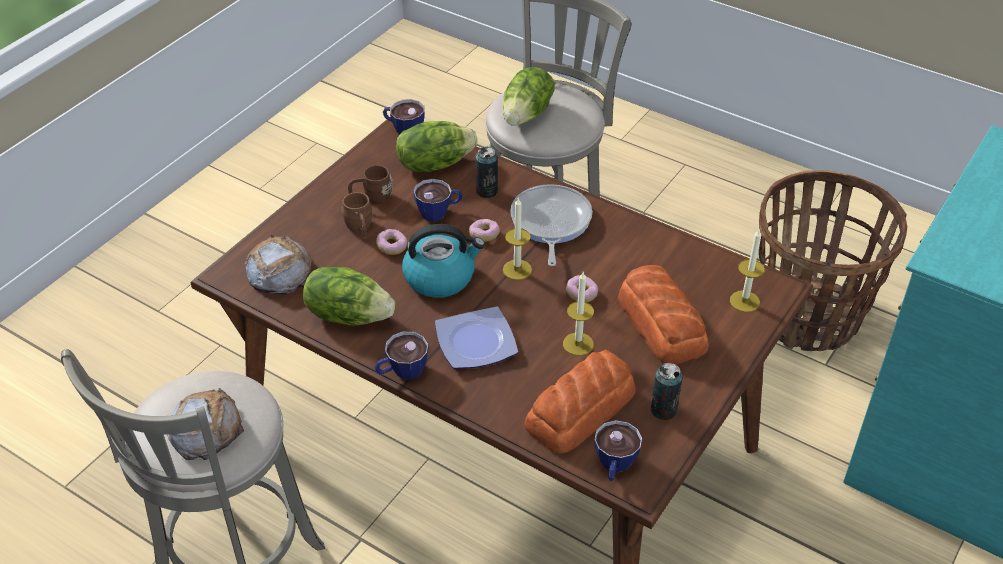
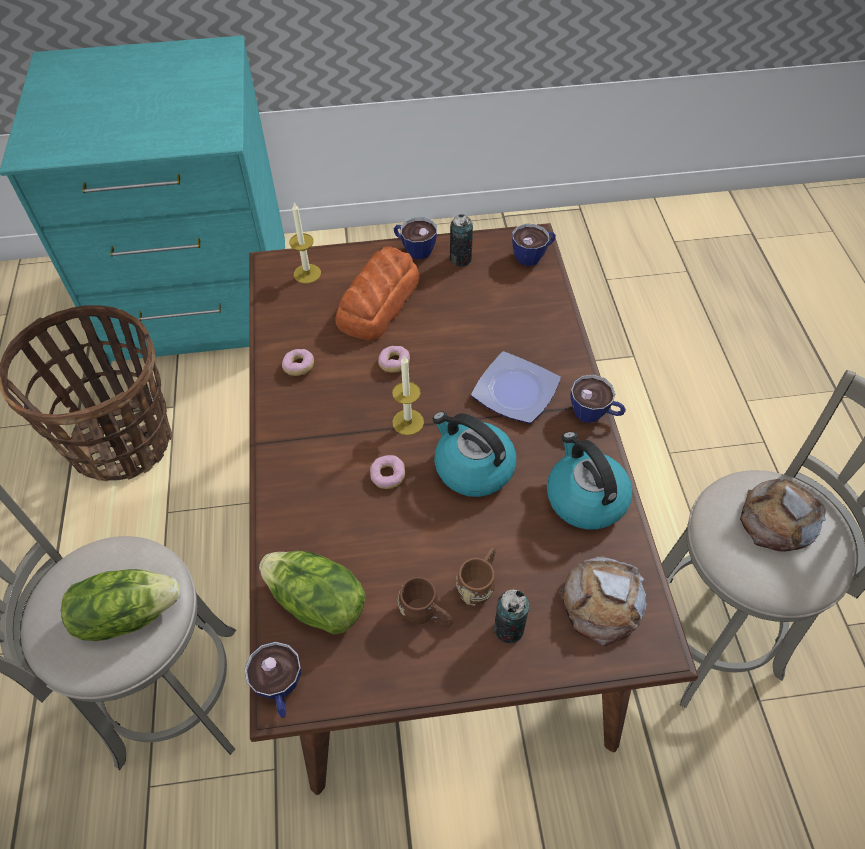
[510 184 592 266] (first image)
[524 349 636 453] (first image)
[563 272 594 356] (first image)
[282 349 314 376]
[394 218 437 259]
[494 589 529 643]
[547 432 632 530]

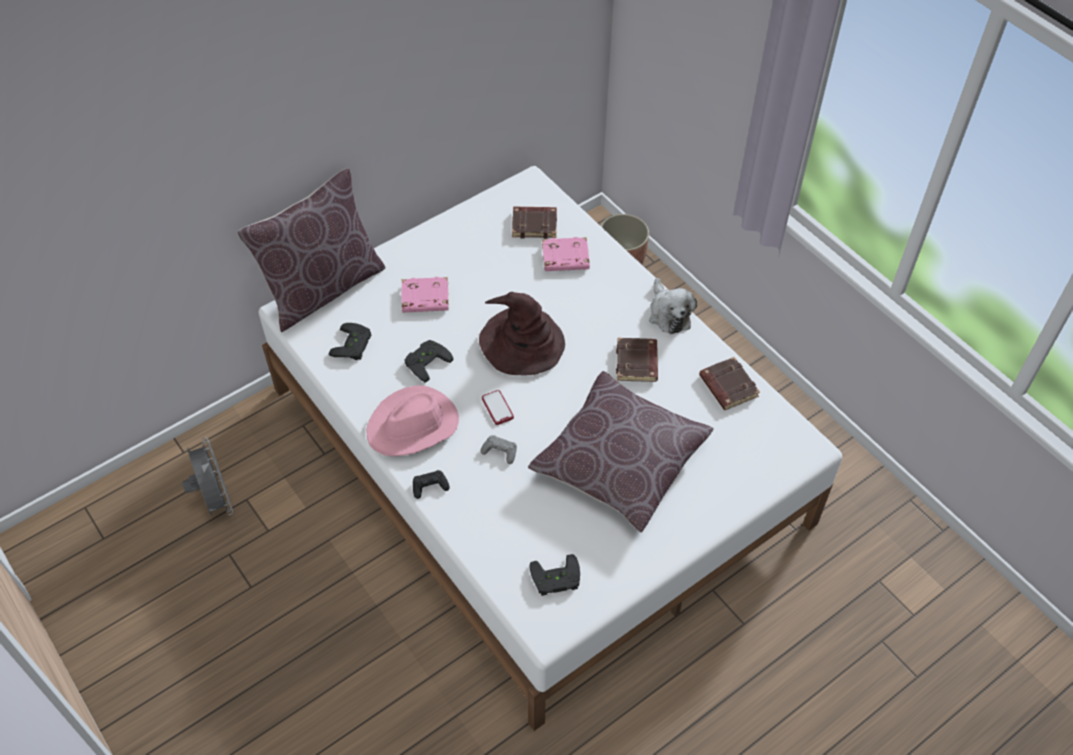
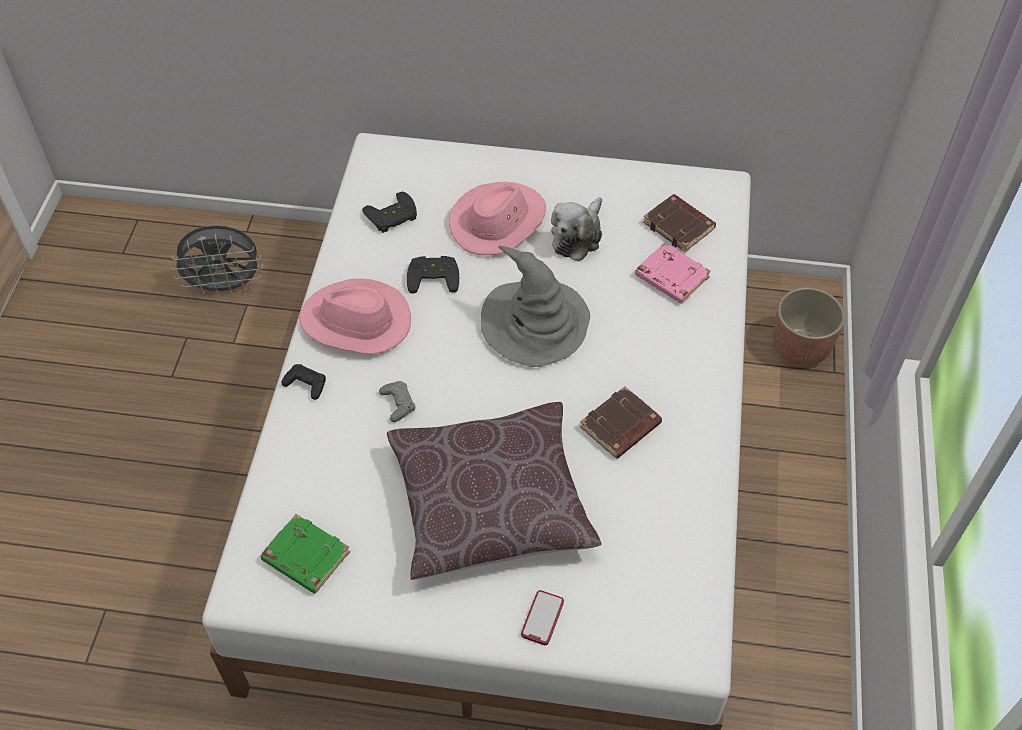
[237 168 385 332] (first image)
[699 357 760 410] (first image)
[521 590 564 645]
[551 197 602 261]
[449 182 546 255]
[260 514 350 594]
[481 246 590 367]
[171 225 263 298]

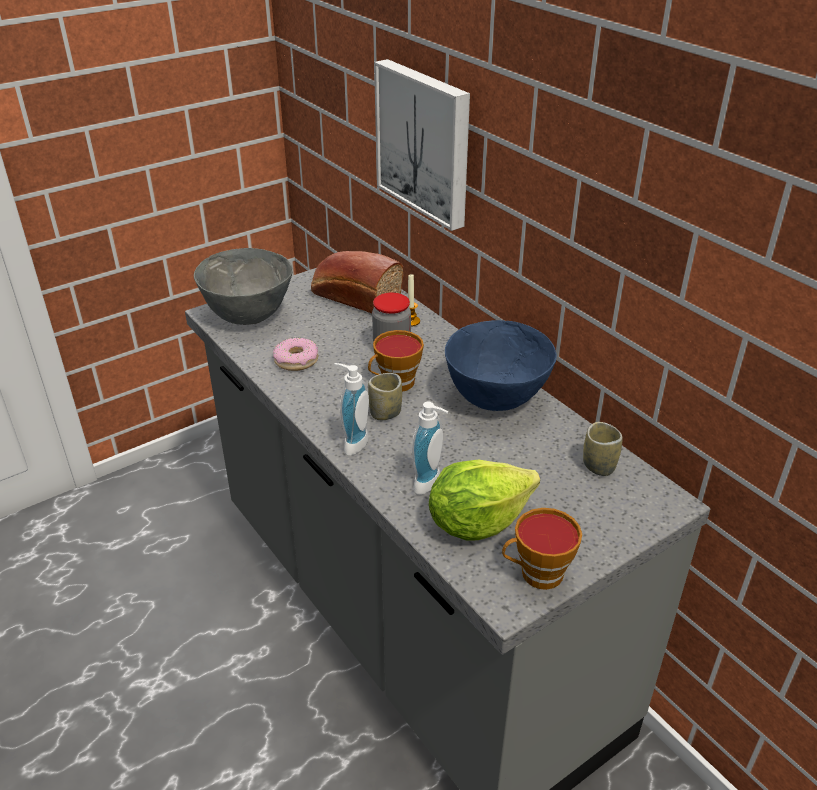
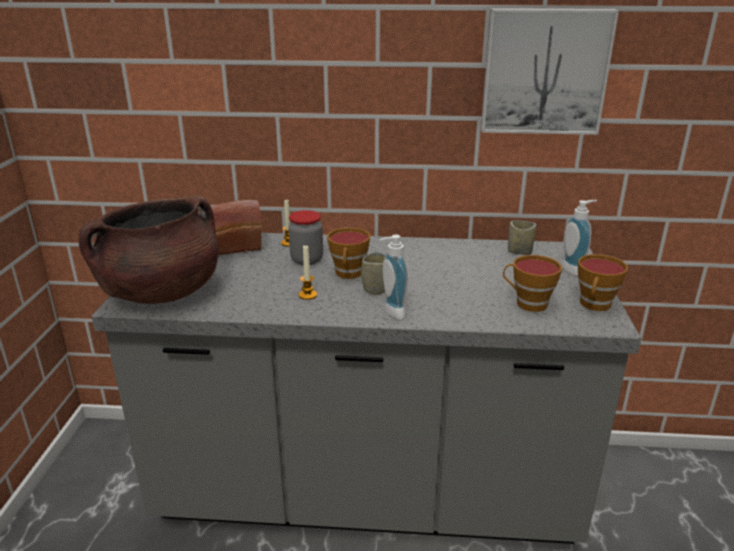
[273 338 318 371] (first image)
[445 320 557 411] (first image)
[299 245 317 300]
[481 8 619 135]
[561 200 597 276]
[78 196 219 304]
[503 255 562 312]

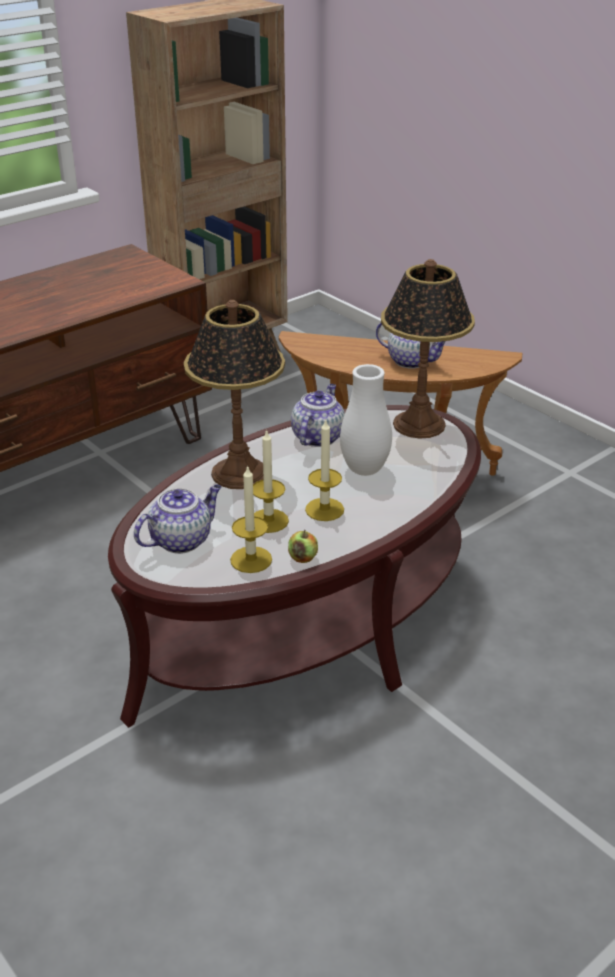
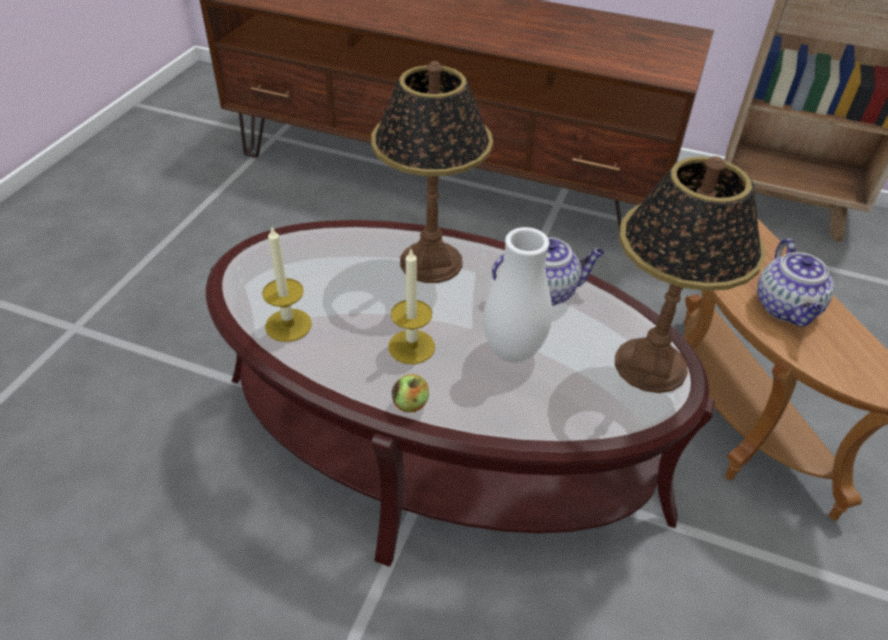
[134 485 221 554] (first image)
[253 429 289 533] (first image)
[392 374 429 412]

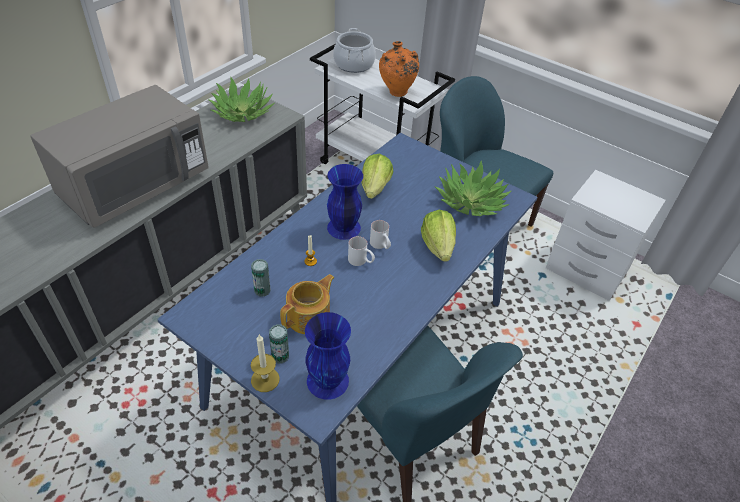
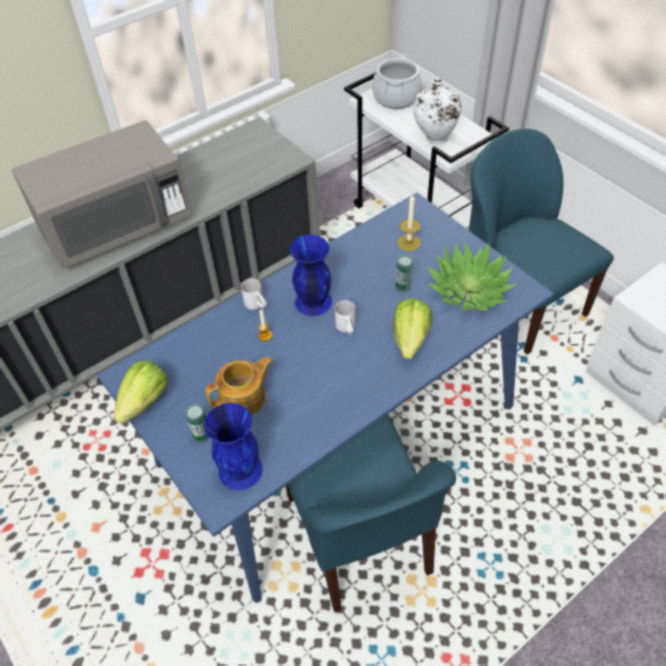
[208 77 275 122] (first image)
[396 255 413 292]
[397 194 421 251]
[241 278 267 310]
[113 360 168 424]
[413 79 462 144]

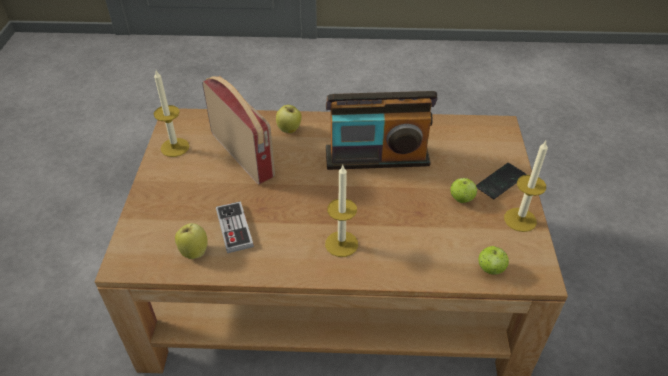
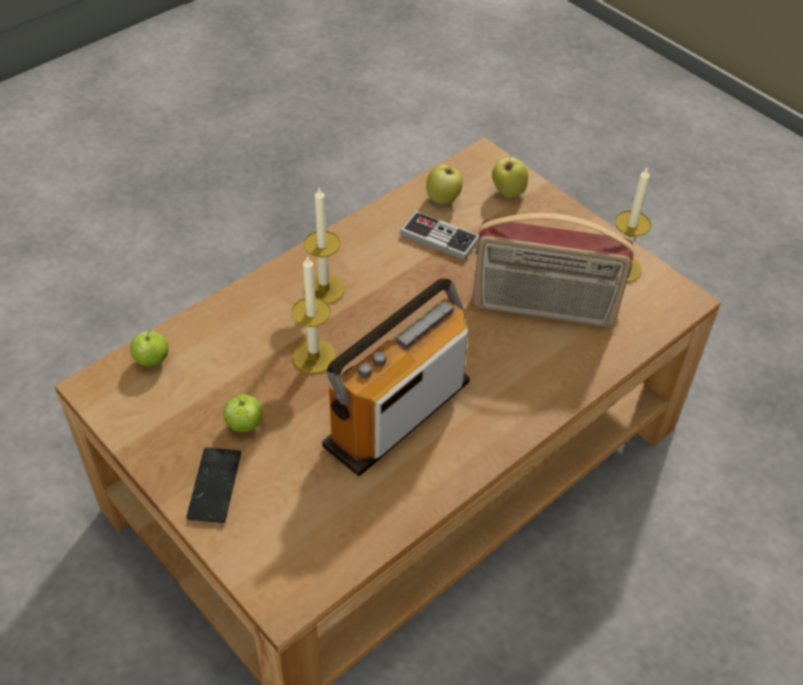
[492 155 528 198]
[292 255 336 374]

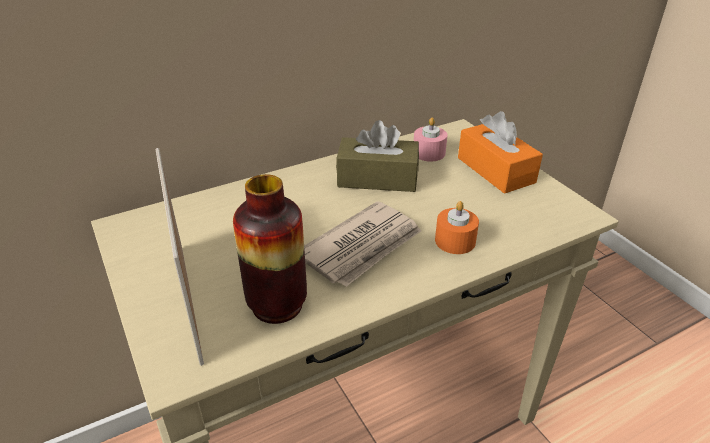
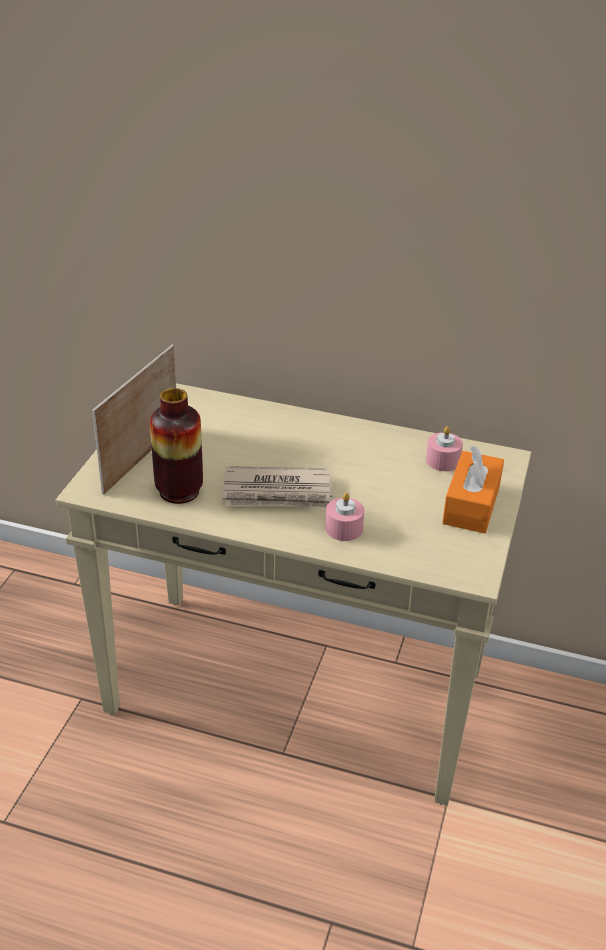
[336 120 419 192] (first image)
[325 492 364 541]

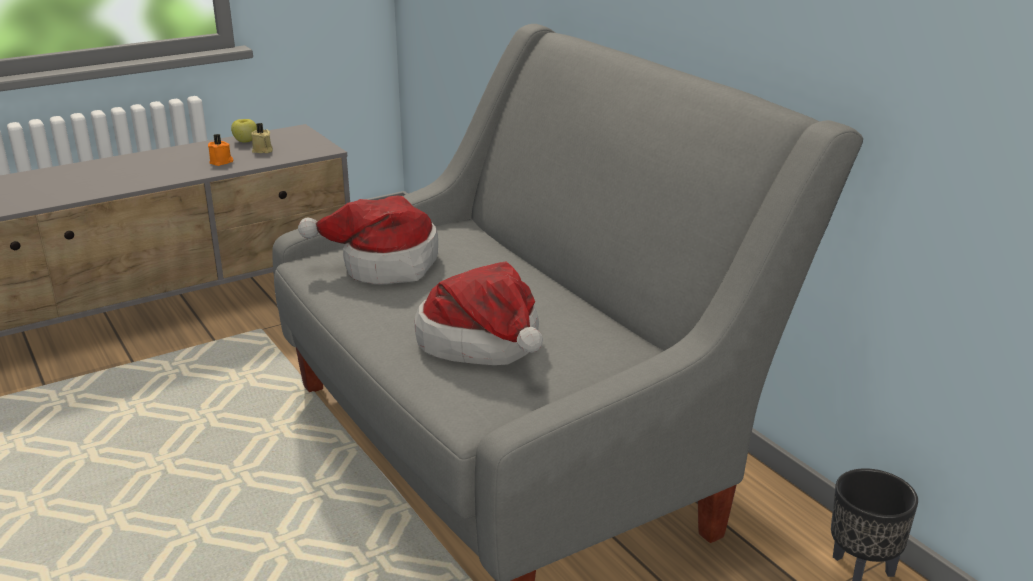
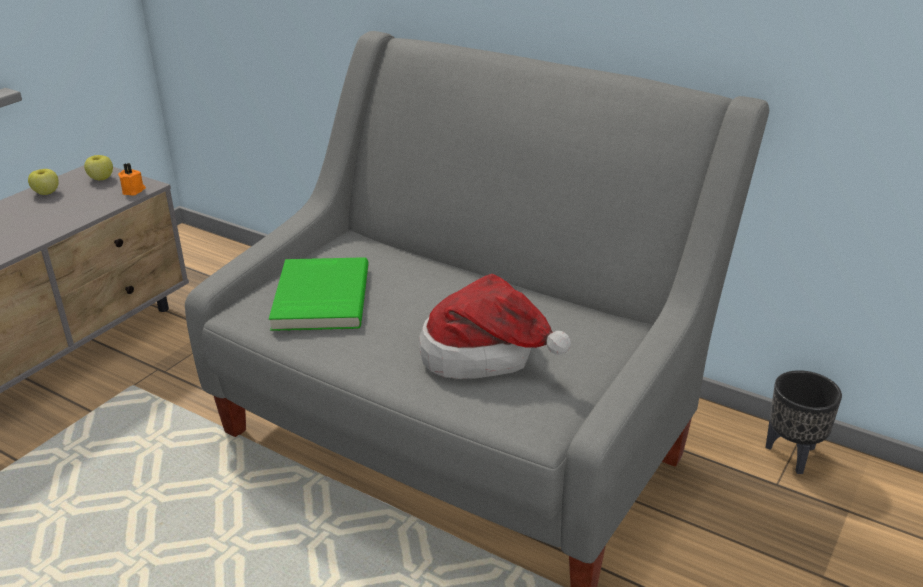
[251 123 273 153] (first image)
[84 155 113 180]
[118 163 146 195]
[269 257 369 331]

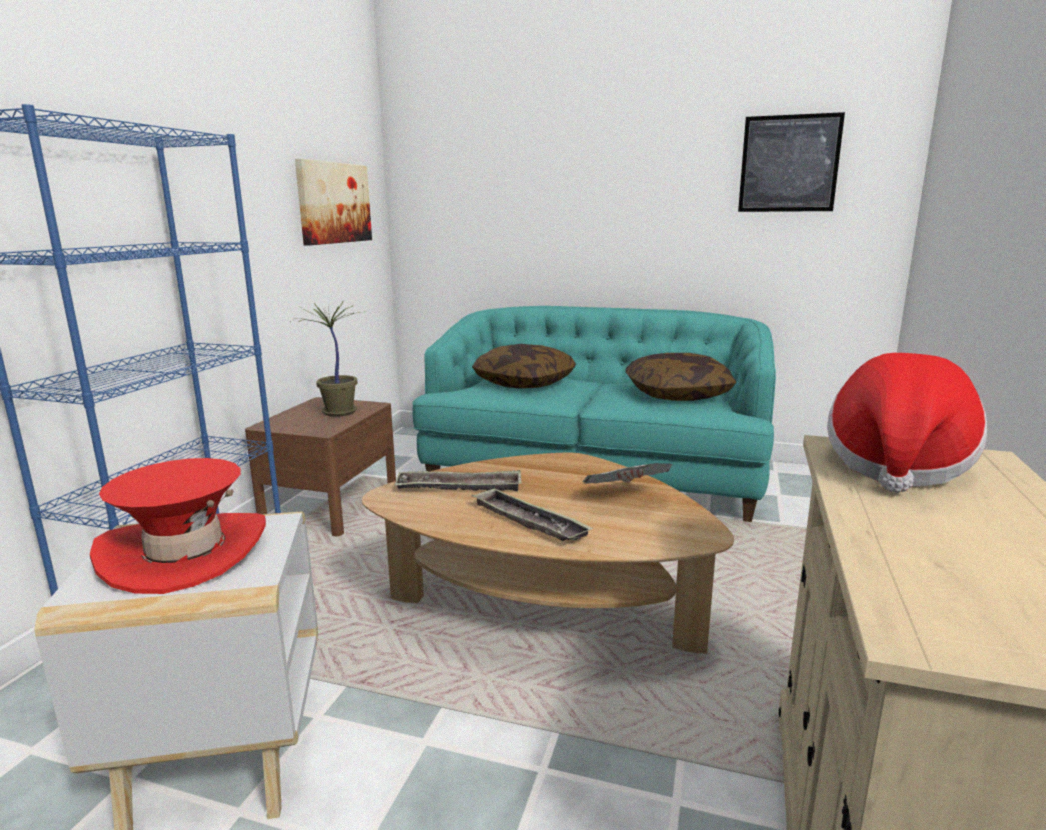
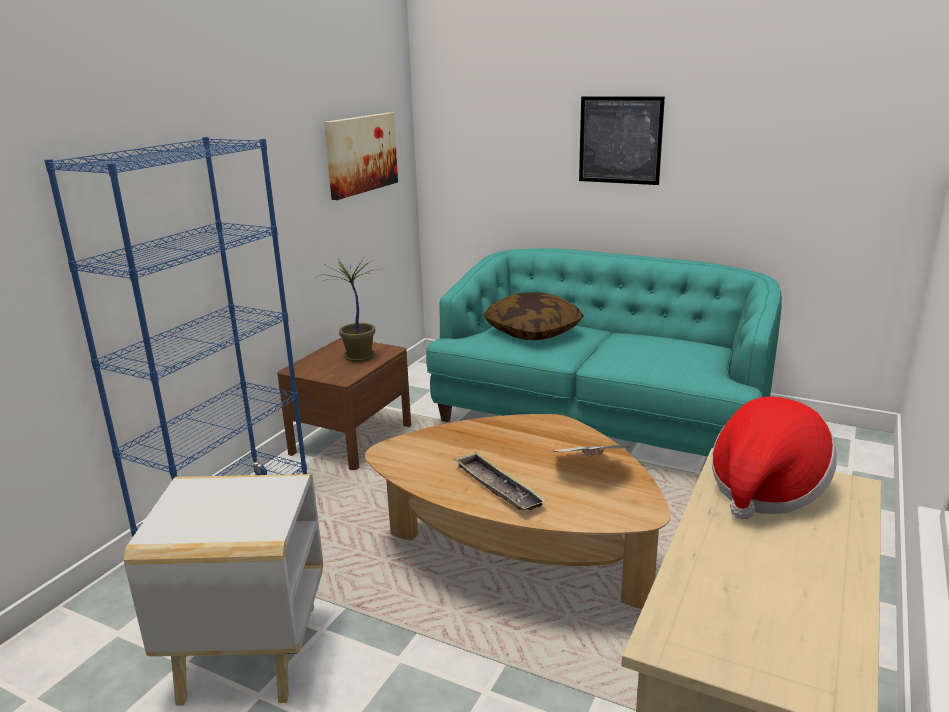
[90 458 266 594] (first image)
[395 470 522 491] (first image)
[625 353 736 401] (first image)
[579 96 665 185]

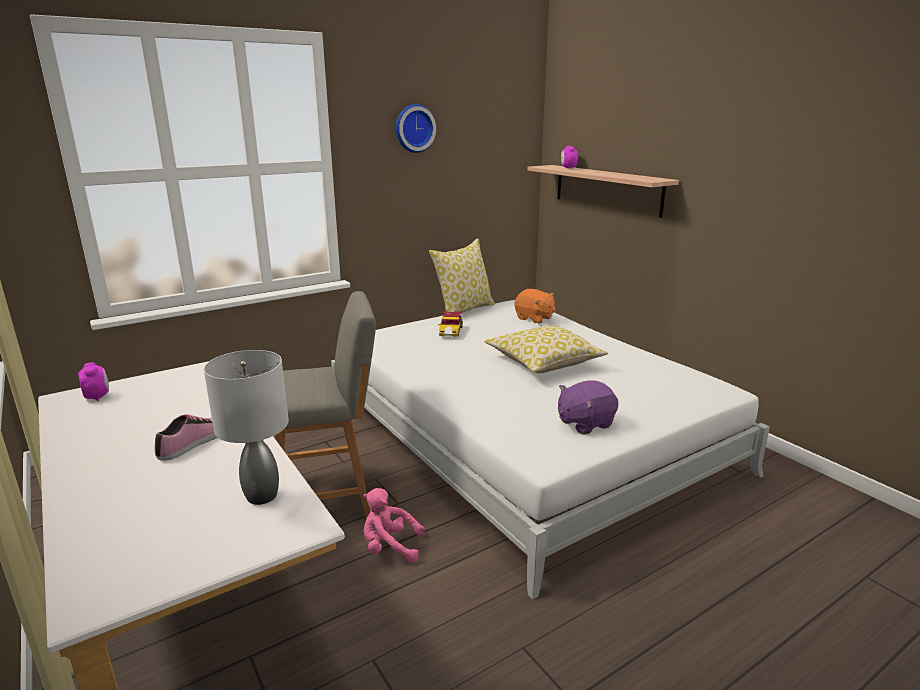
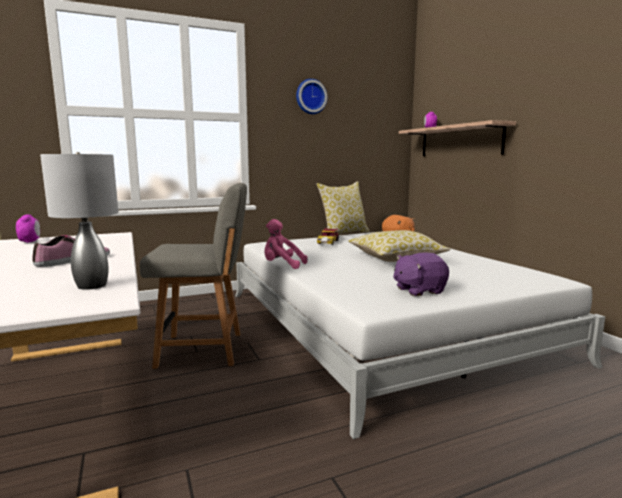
[264 219 308 269]

